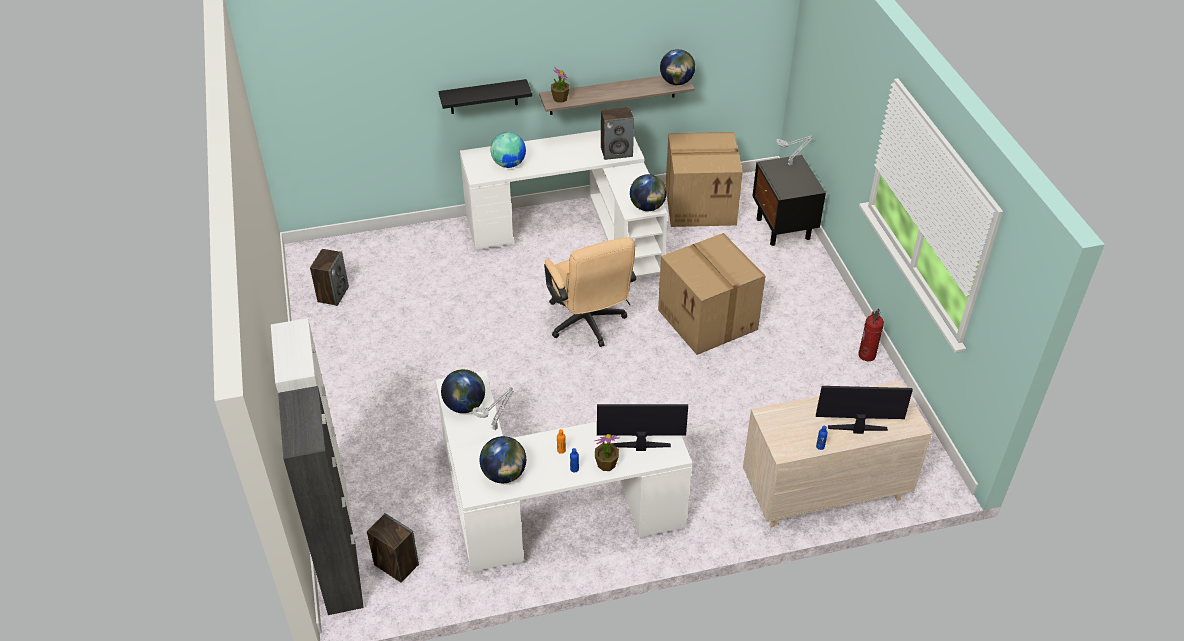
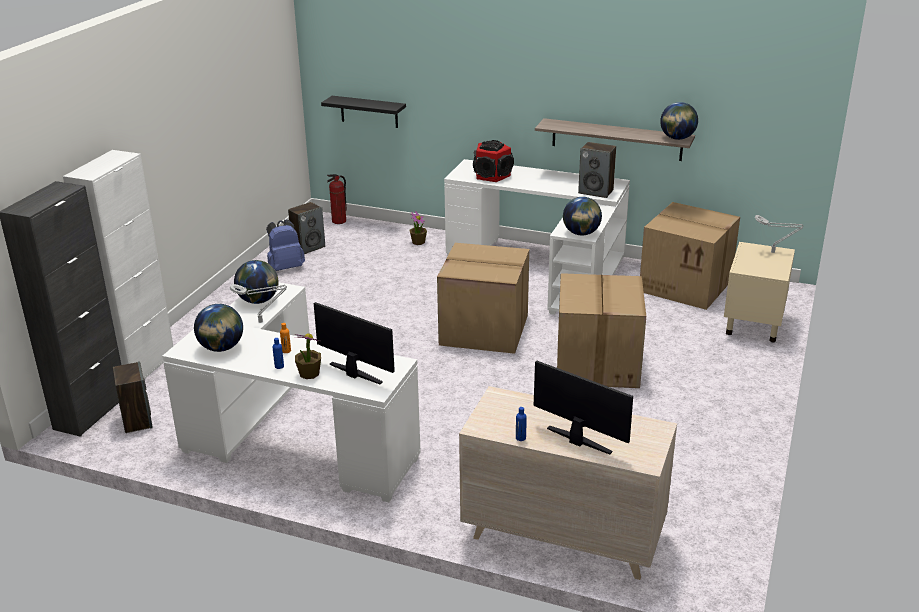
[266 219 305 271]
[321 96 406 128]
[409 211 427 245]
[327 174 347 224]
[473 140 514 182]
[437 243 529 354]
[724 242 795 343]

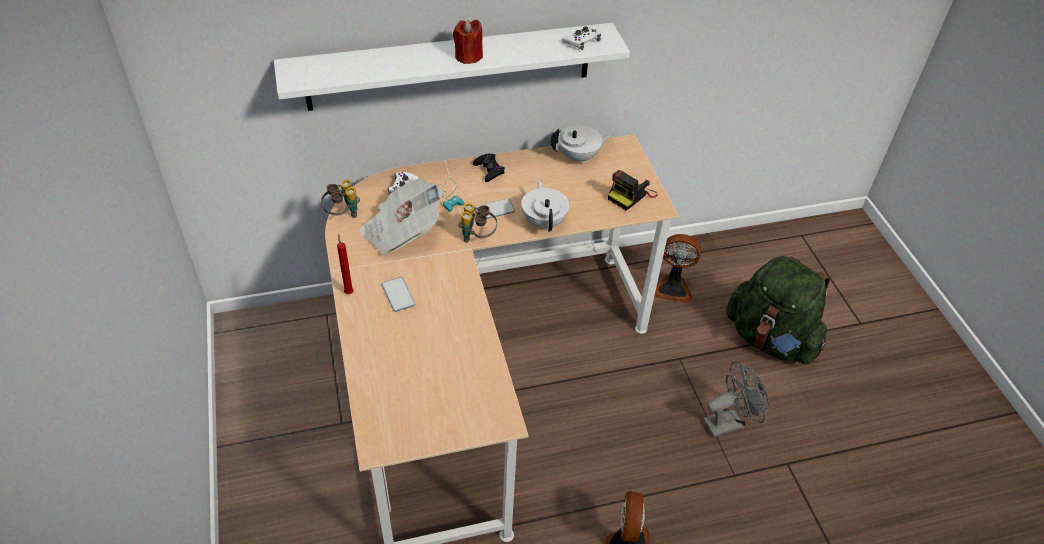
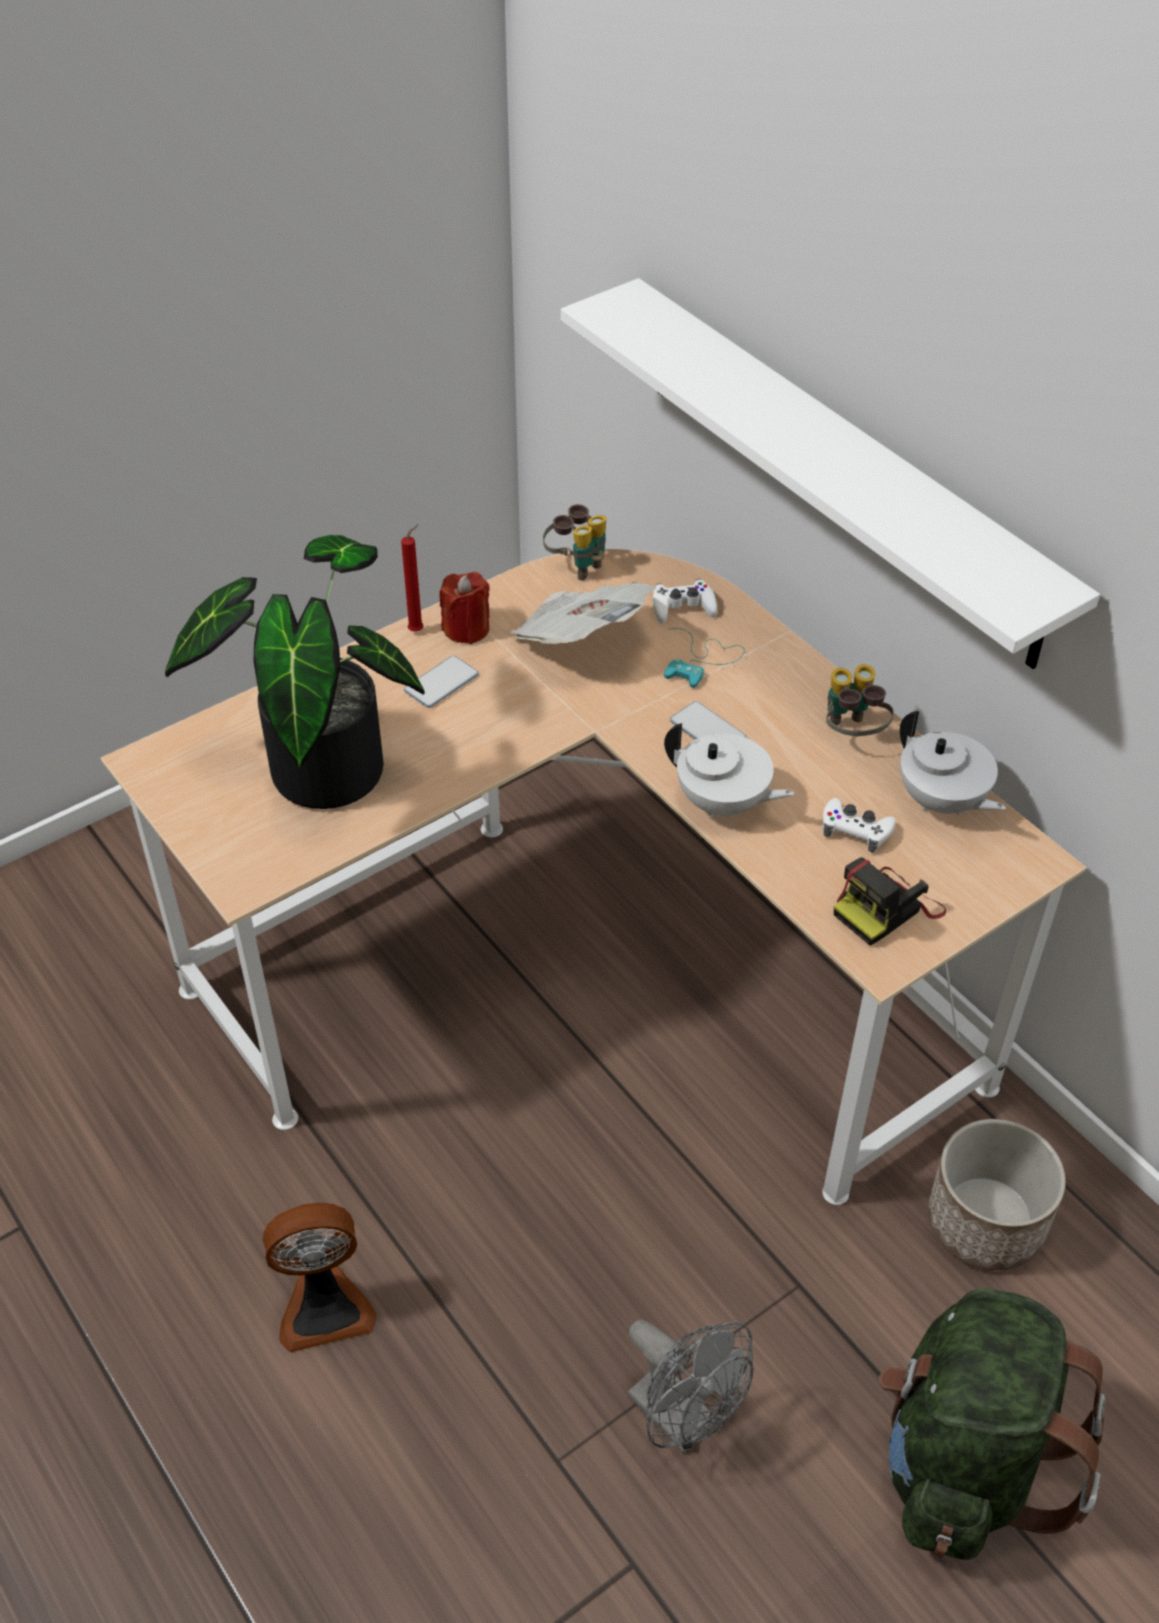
[473 154 505 182] (first image)
[165 535 425 809]
[440 572 490 644]
[826 664 894 736]
[823 798 896 852]
[928 1119 1066 1270]
[664 723 795 818]
[834 857 946 946]

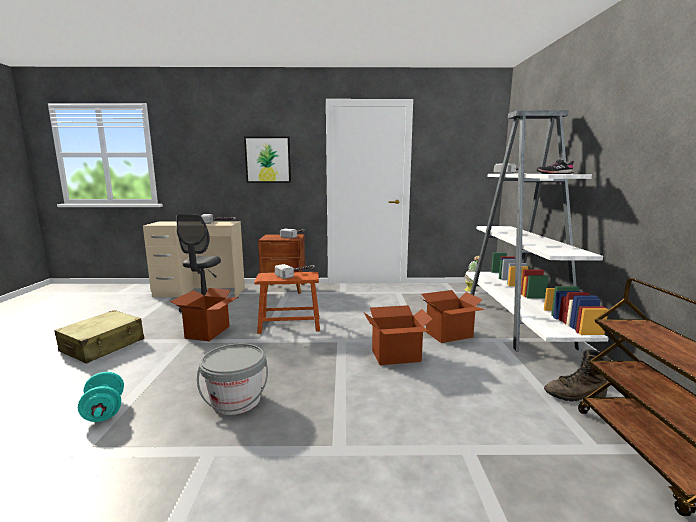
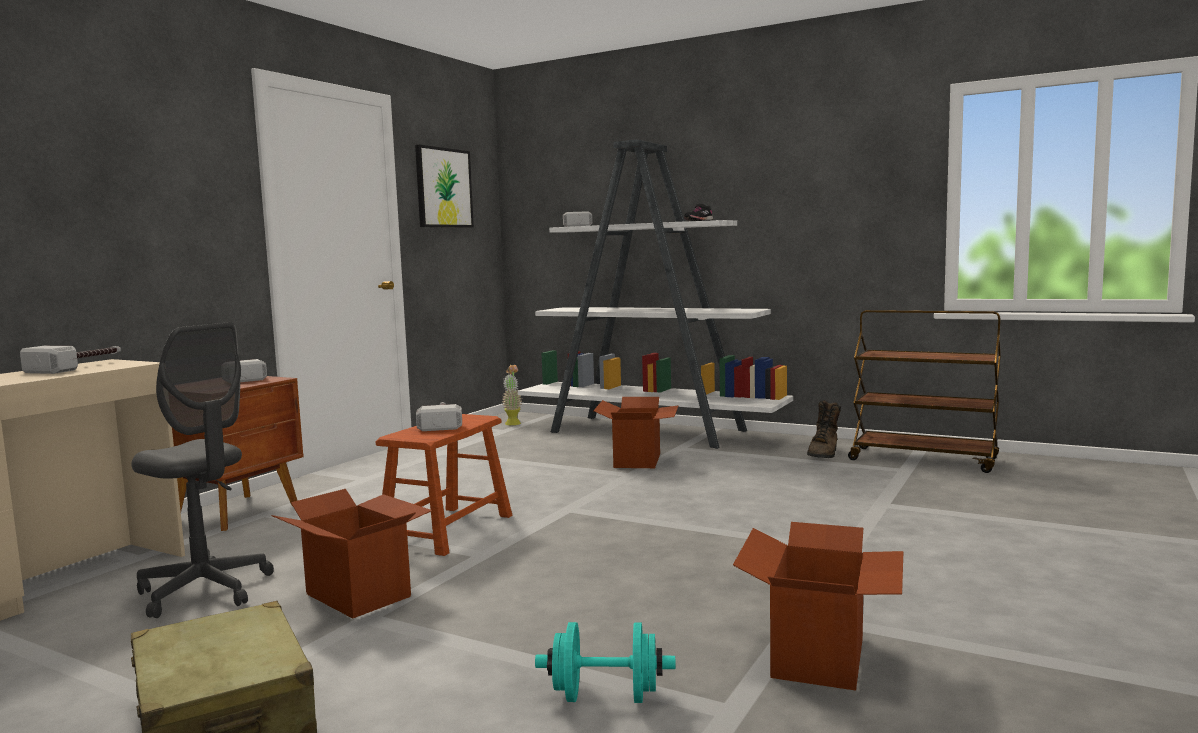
[197 344 268 415] (first image)
[415 145 474 227]
[733 522 903 691]

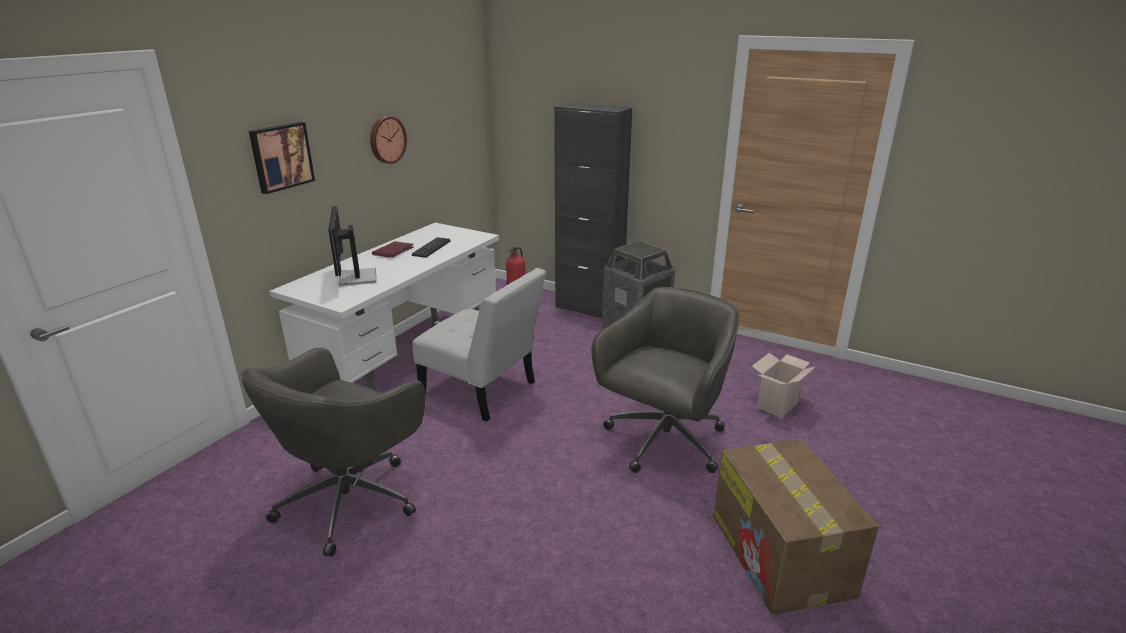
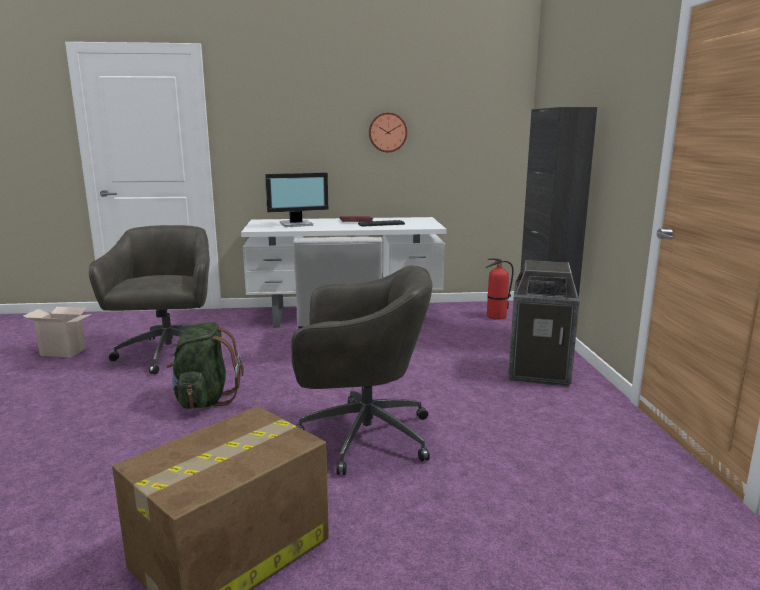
[249 122 315 194] (first image)
[166 322 244 409]
[23 307 92 357]
[89 225 210 374]
[265 172 328 227]

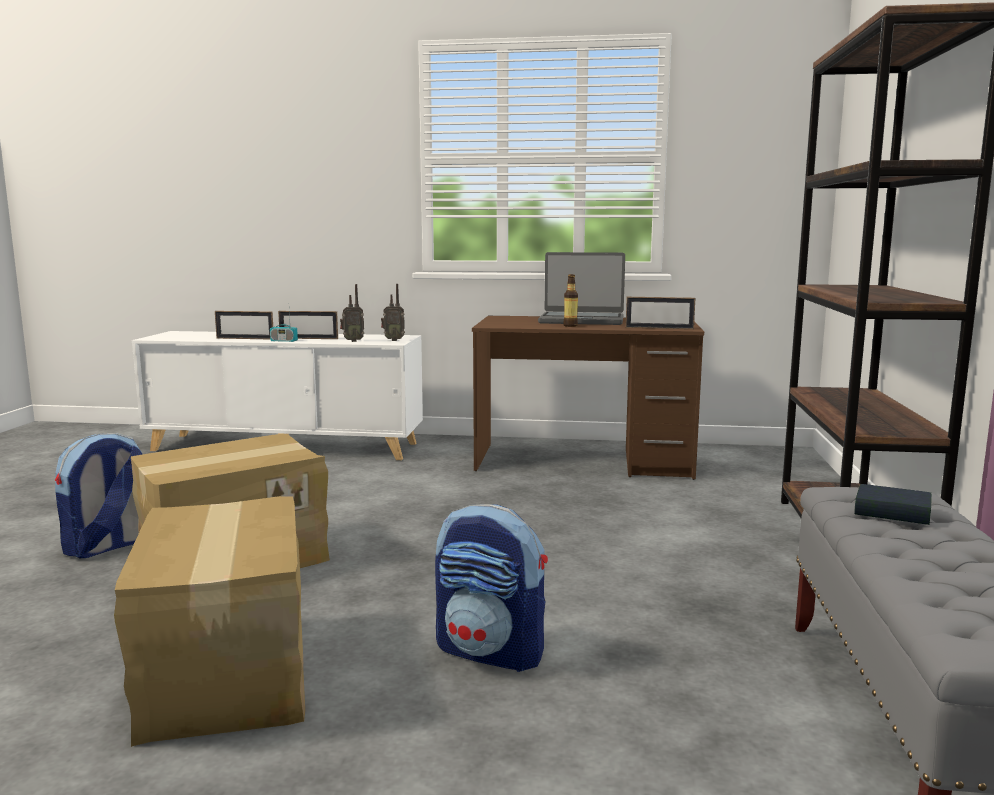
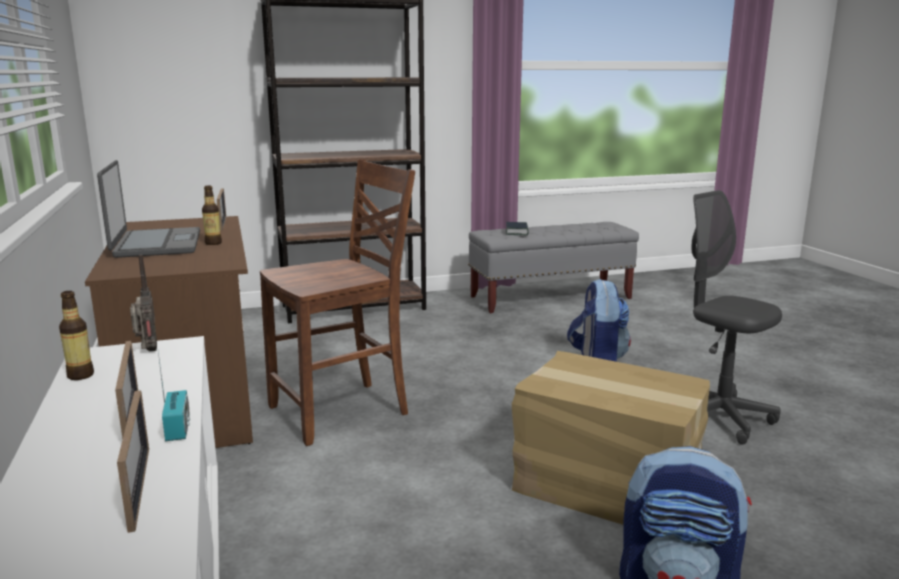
[340 284 364 342] (first image)
[59 291 94 380]
[260 159 415 446]
[691 190 782 445]

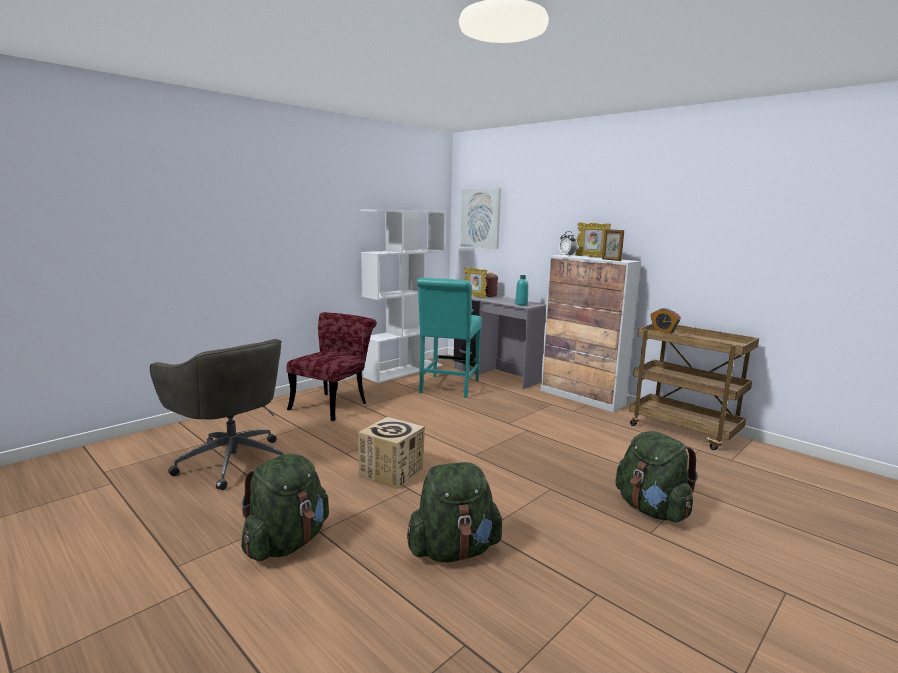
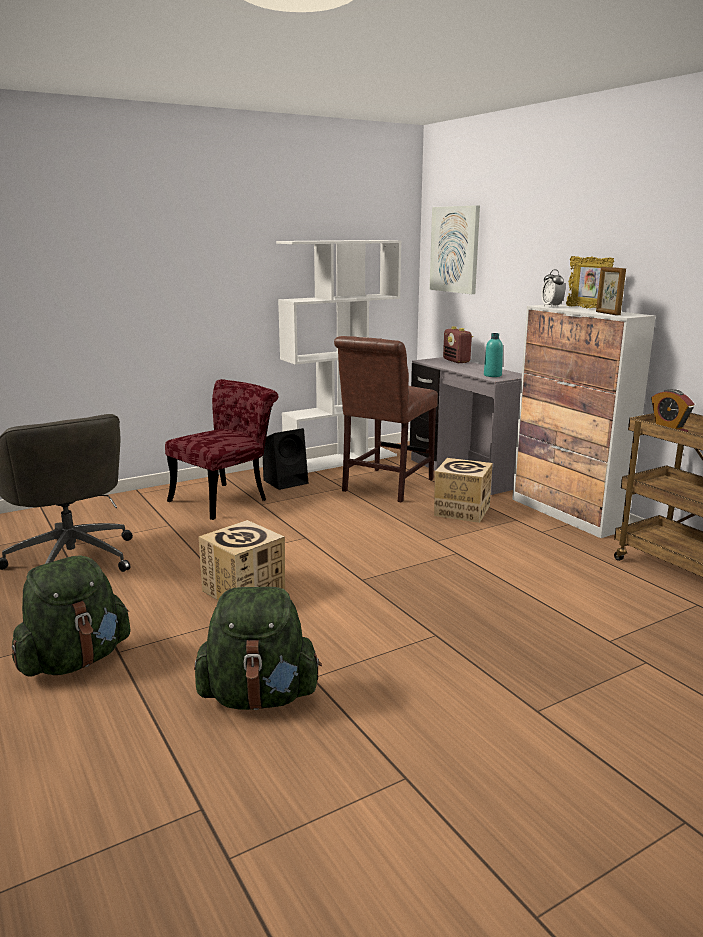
[464 267 487 298] (first image)
[615 431 698 523] (first image)
[262 428 308 490]
[434 458 493 523]
[334 336 438 502]

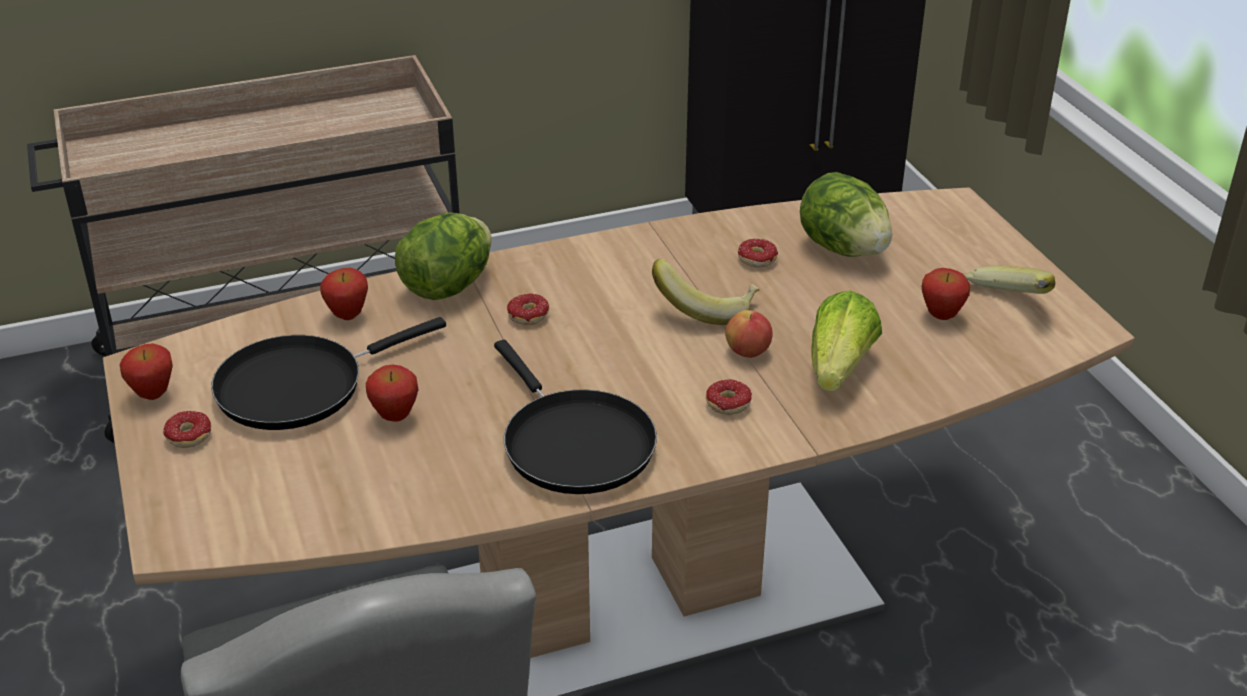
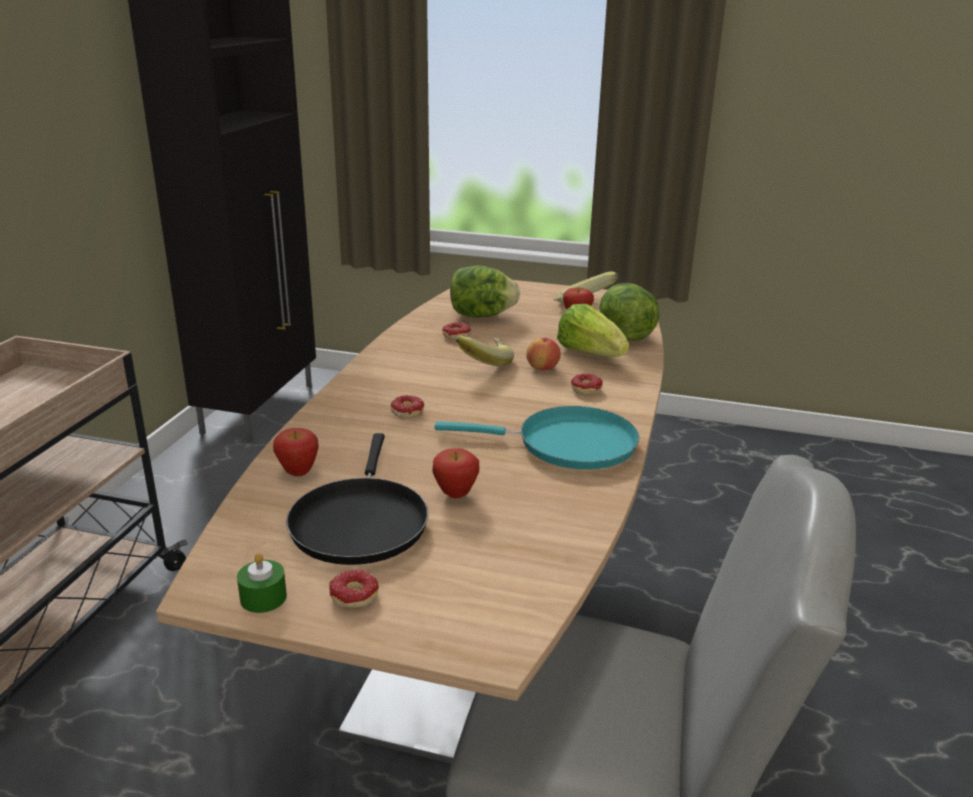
[599 283 659 341]
[237 553 287 613]
[435 406 639 469]

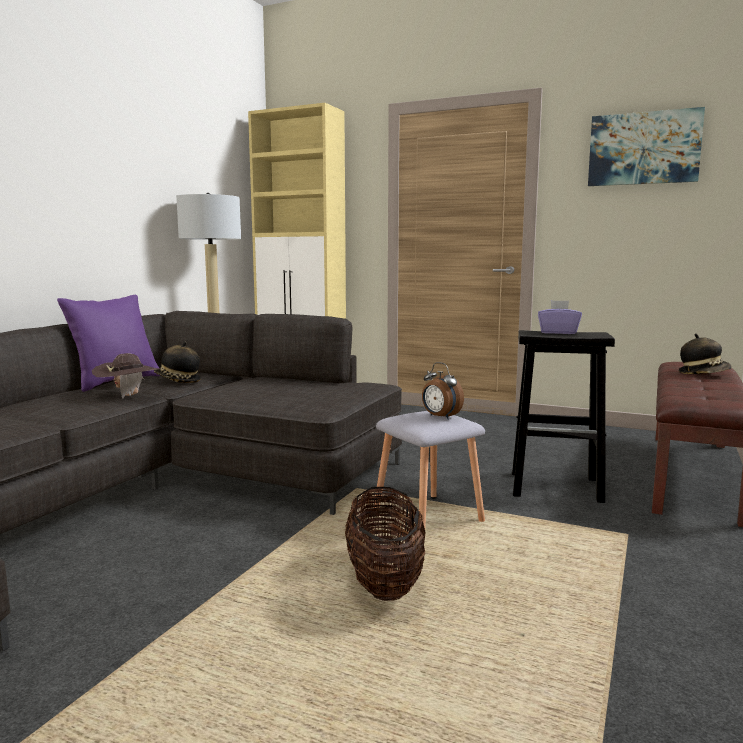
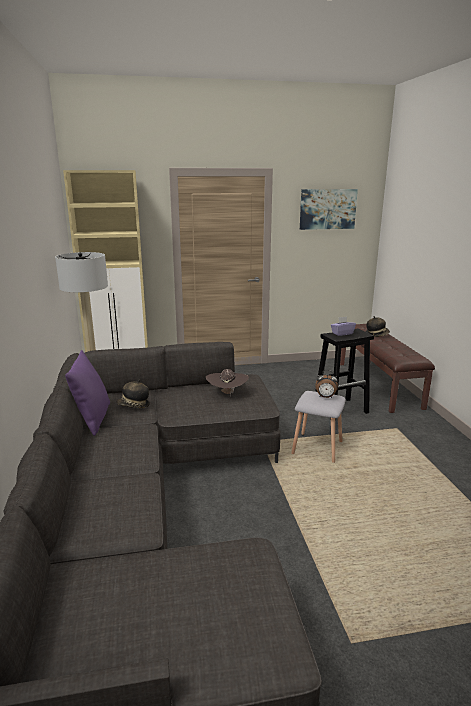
[345 487 426 601] (first image)
[206 369 249 395]

